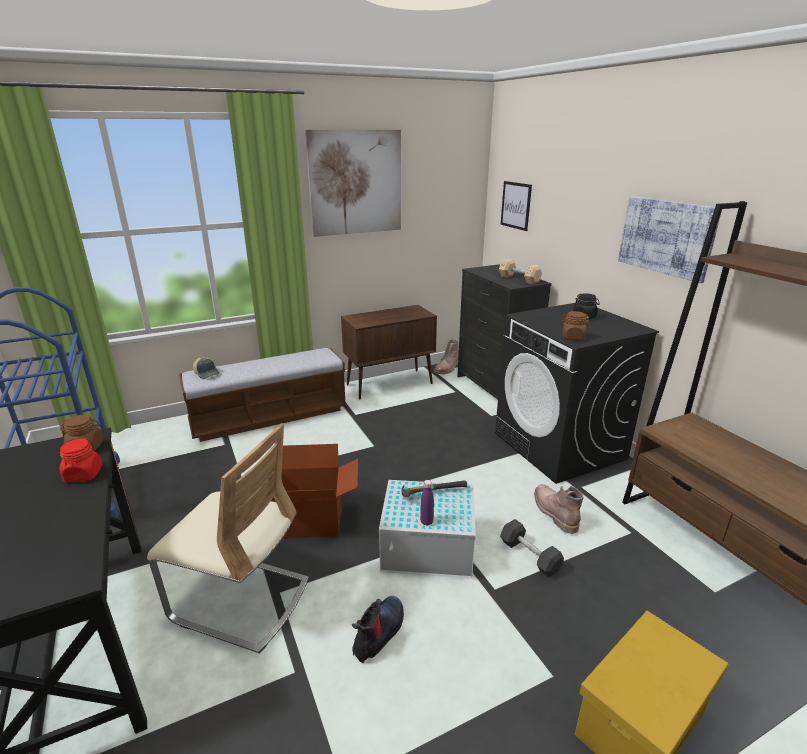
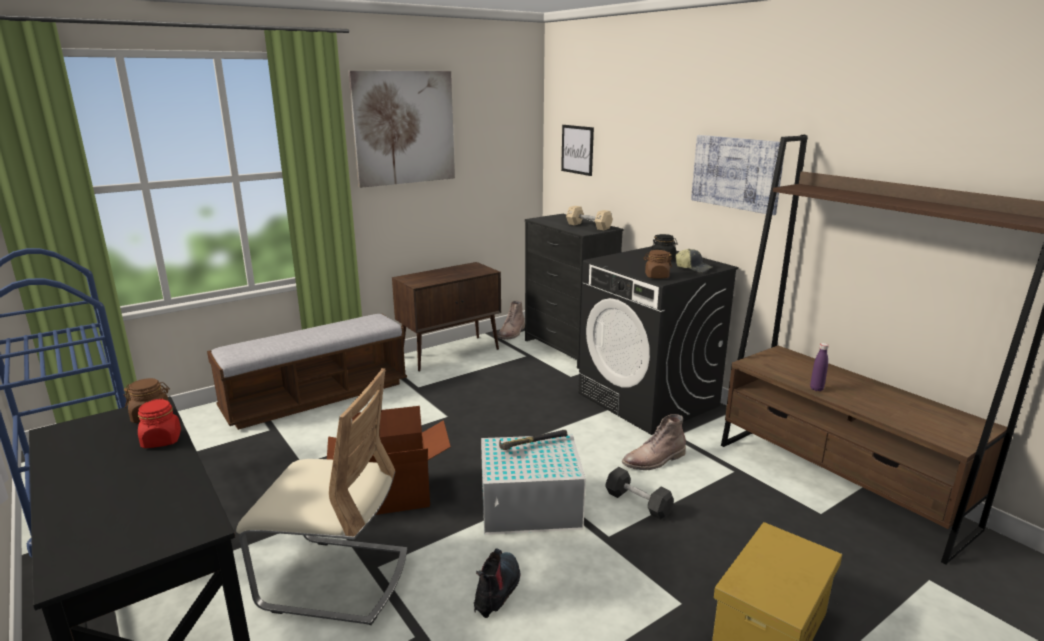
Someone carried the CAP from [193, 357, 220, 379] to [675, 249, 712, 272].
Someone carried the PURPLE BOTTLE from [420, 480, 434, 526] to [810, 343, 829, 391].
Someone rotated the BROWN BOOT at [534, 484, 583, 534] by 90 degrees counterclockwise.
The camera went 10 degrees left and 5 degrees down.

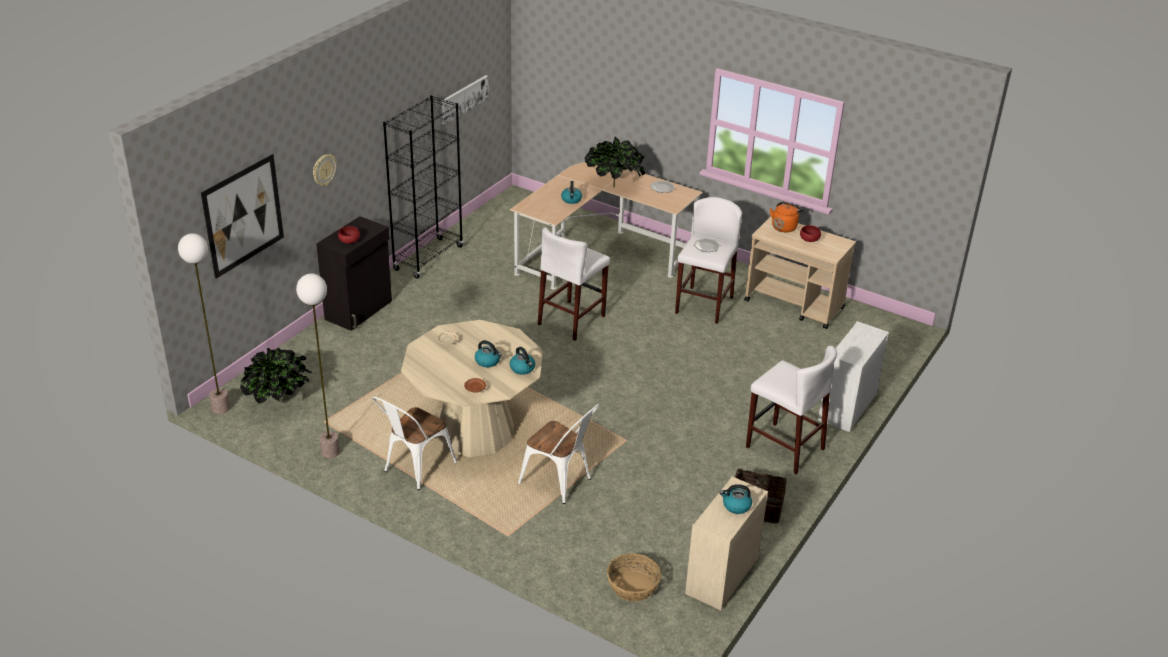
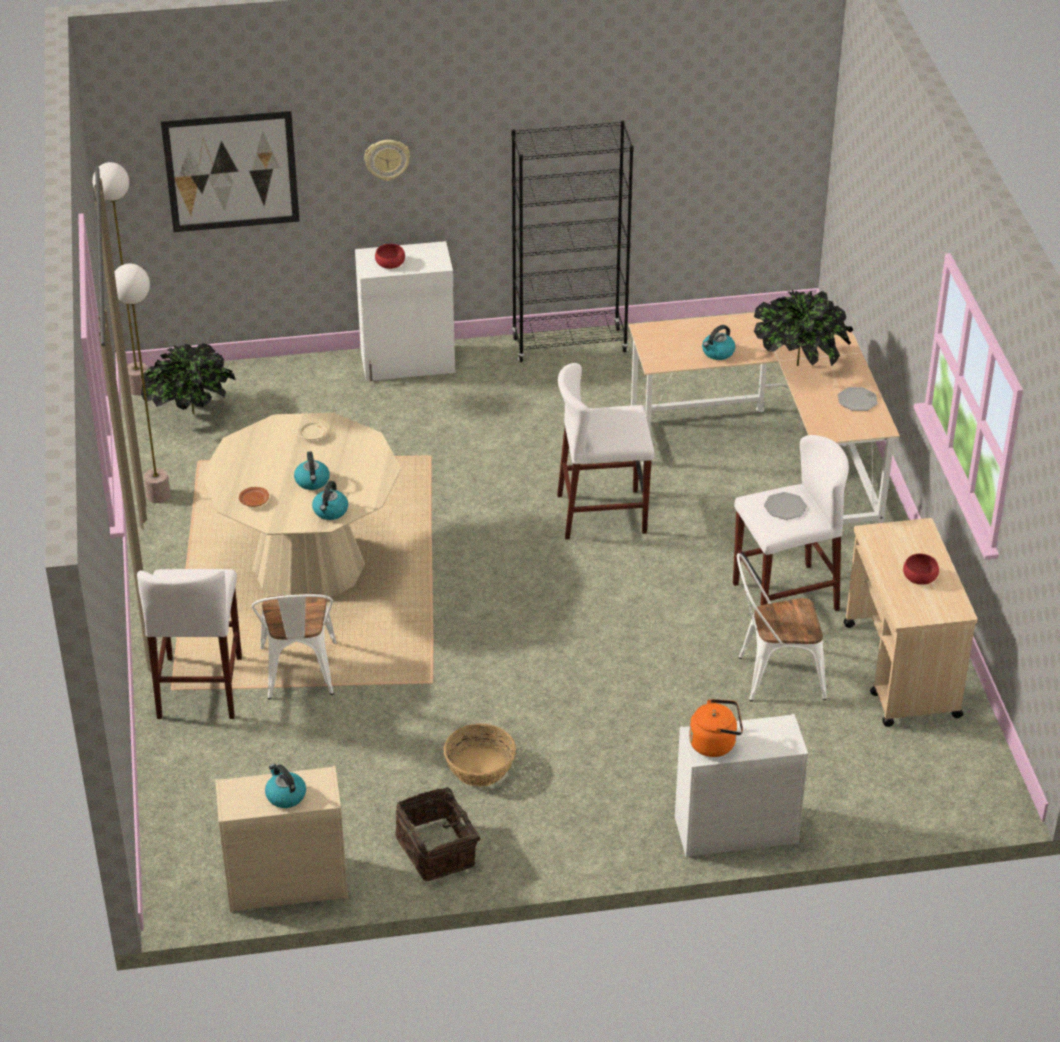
Someone took away the PICTURE at [441, 75, 489, 125].
Someone carried the WHITE CHAIR from [372, 396, 457, 490] to [737, 553, 827, 702].
Someone carried the BASKET from [607, 553, 661, 602] to [444, 723, 516, 787].
Someone carried the WHITE STOOL from [746, 346, 837, 474] to [137, 569, 242, 719].
Someone carried the ORANGE KETTLE from [770, 202, 804, 232] to [689, 699, 743, 757].
Someone repainted the BLACK CABINET at [316, 216, 392, 331], which became the WHITE CABINET at [355, 241, 455, 381].
The camera went 50 degrees right and 5 degrees up.

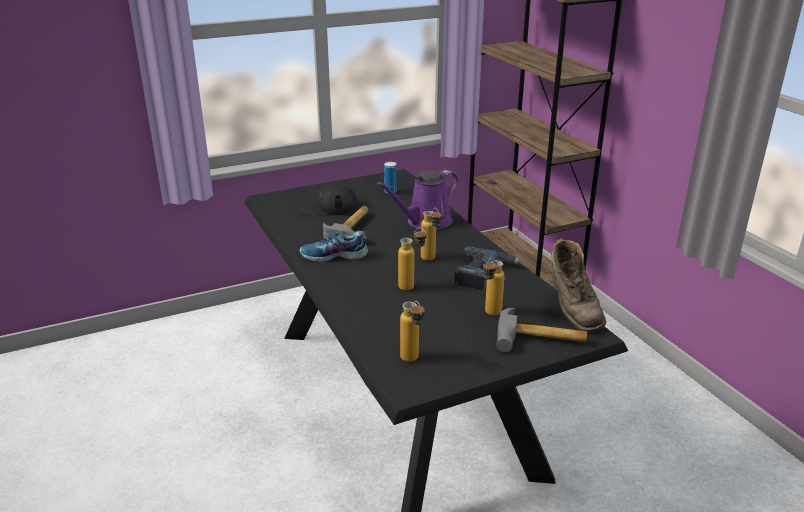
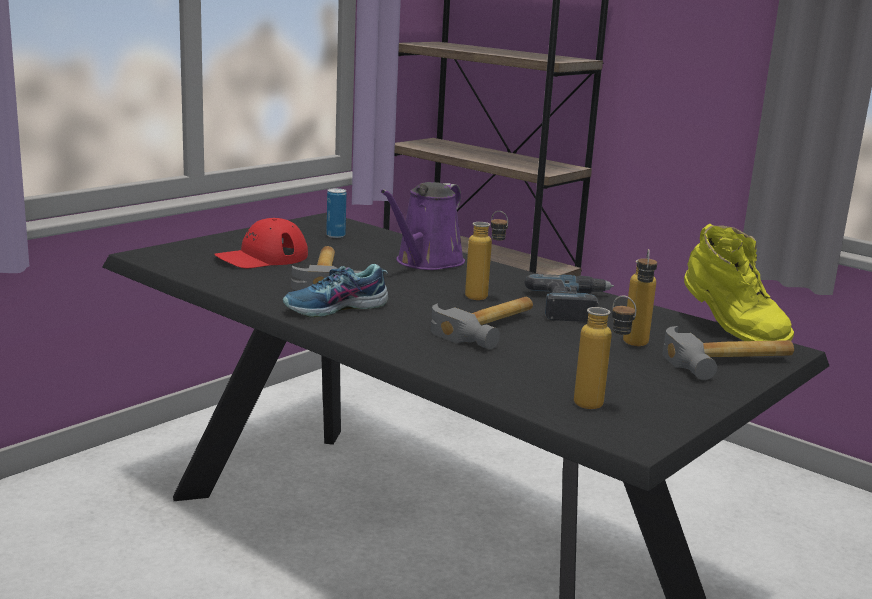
Someone swapped the BOTTLE at [398, 227, 427, 291] for the HAMMER at [431, 297, 533, 349].
Someone repainted the BLACK CAP at [299, 183, 358, 216], which became the RED CAP at [214, 218, 308, 268].
Someone repainted the BROWN BOOT at [552, 238, 606, 332], which became the YELLOW BOOT at [684, 224, 794, 341].
The camera went 25 degrees left and 10 degrees down.

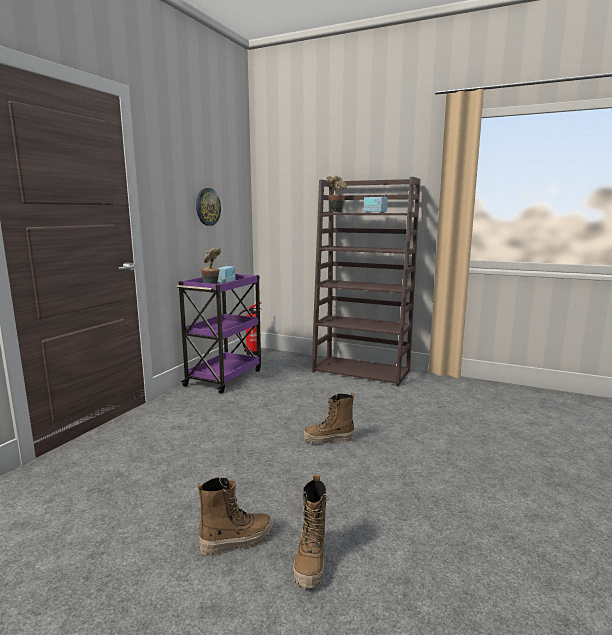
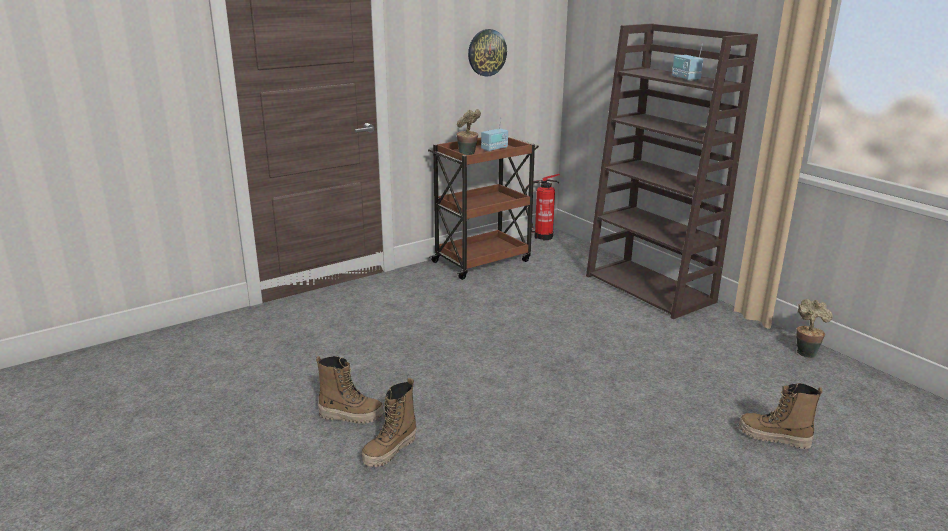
Someone carried the BOOT from [304, 392, 354, 444] to [739, 383, 823, 449].
Someone carried the POTTED PLANT from [326, 175, 347, 213] to [796, 299, 833, 358].
Someone repainted the PURPLE CART at [176, 274, 261, 394], which became the BROWN CART at [428, 136, 539, 280].
The camera went 30 degrees right and 10 degrees up.

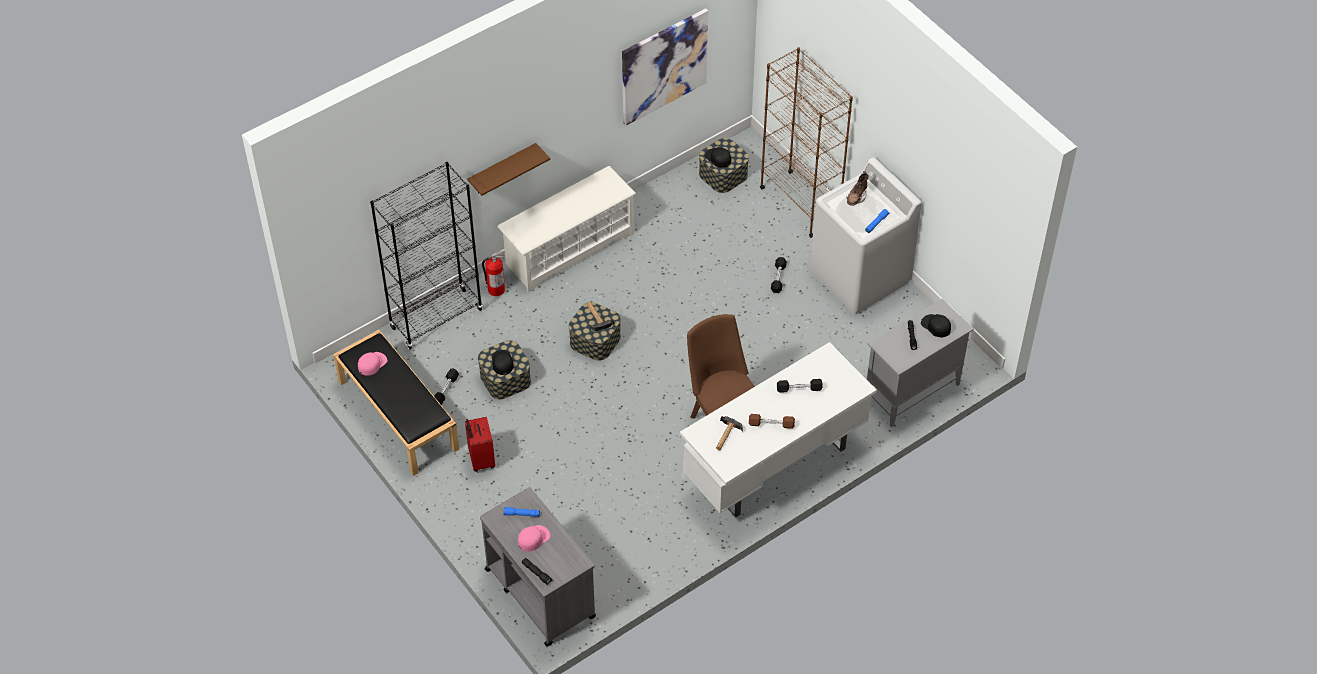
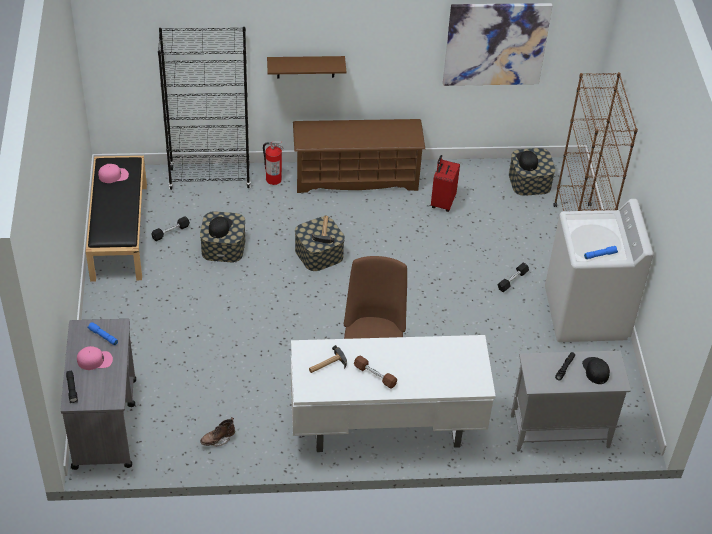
Someone took away the BLACK DUMBBELL at [777, 379, 823, 393].
Someone carried the RED SUITCASE from [465, 417, 495, 472] to [431, 155, 460, 212].
Someone carried the BROWN BOOT from [847, 171, 869, 206] to [200, 417, 235, 447].
Someone repainted the WHITE SHOE RACK at [497, 166, 636, 292], which became the BROWN SHOE RACK at [293, 119, 425, 193].
The camera went 30 degrees right and 5 degrees down.

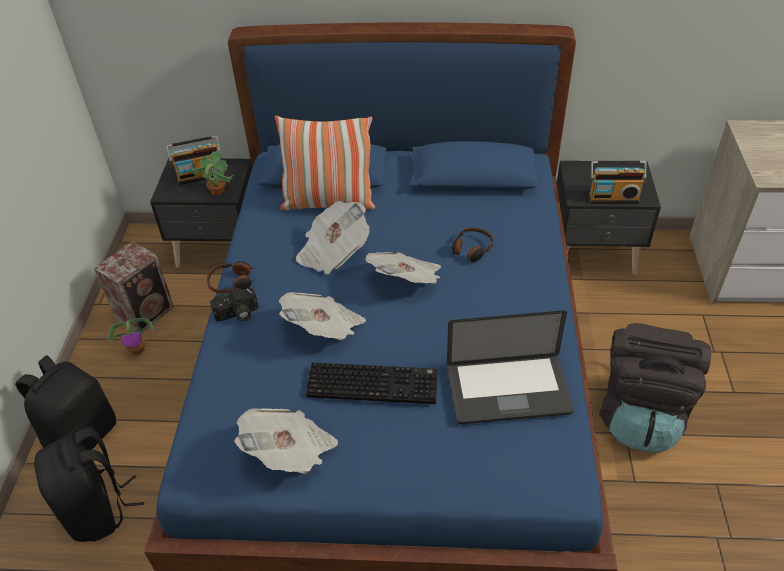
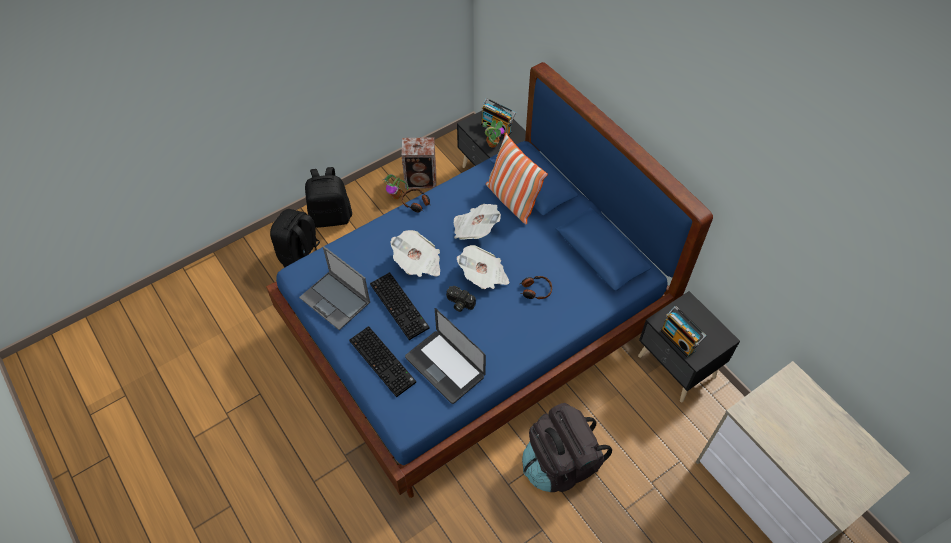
Someone put down the KEYBOARD at [349, 326, 416, 397].
Someone carried the PHOTO CAMERA from [210, 288, 259, 321] to [446, 286, 476, 312].
Someone swapped the NEWSPAPER at [234, 408, 338, 473] for the LAPTOP at [299, 246, 370, 330].
The camera went 50 degrees right and 10 degrees up.

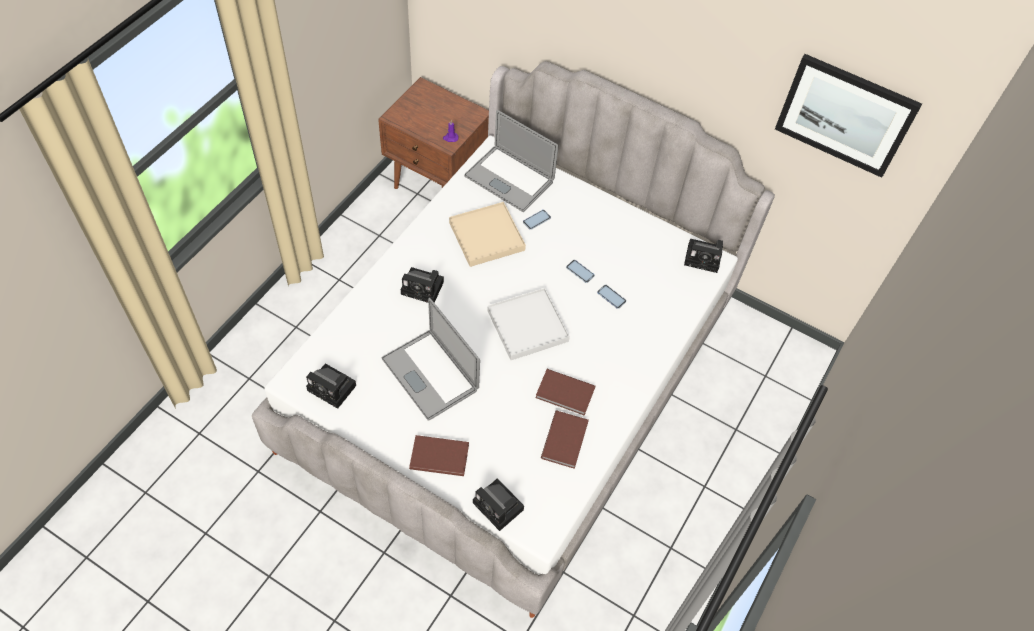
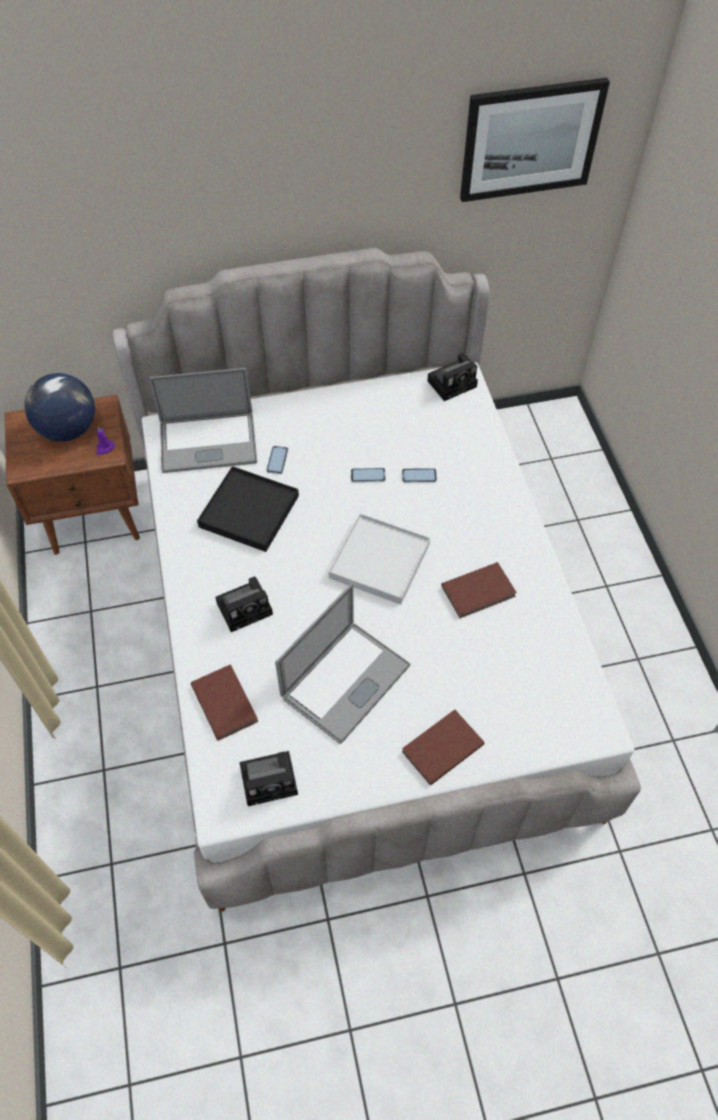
Someone took away the PHOTO CAMERA at [473, 479, 524, 531].
Someone put down the GLOBE at [25, 373, 95, 441].
Someone carried the BROWN BOOK from [541, 411, 589, 469] to [191, 664, 258, 741].
Someone repainted the BEIGE TRAY at [449, 202, 526, 267], which became the BLACK TRAY at [197, 466, 299, 552].
Someone rotated the LAPTOP at [382, 298, 480, 421] by 60 degrees counterclockwise.
The camera went 40 degrees left and 0 degrees up.

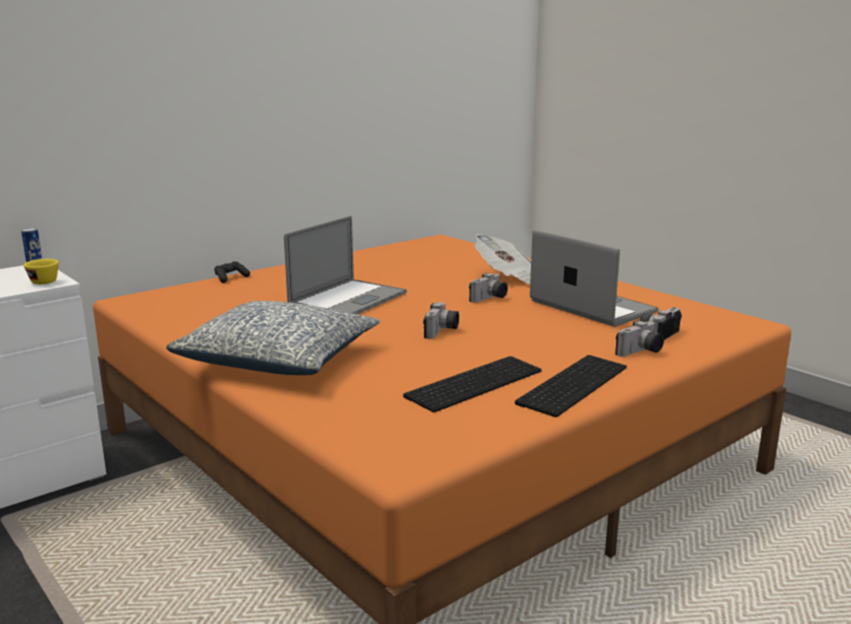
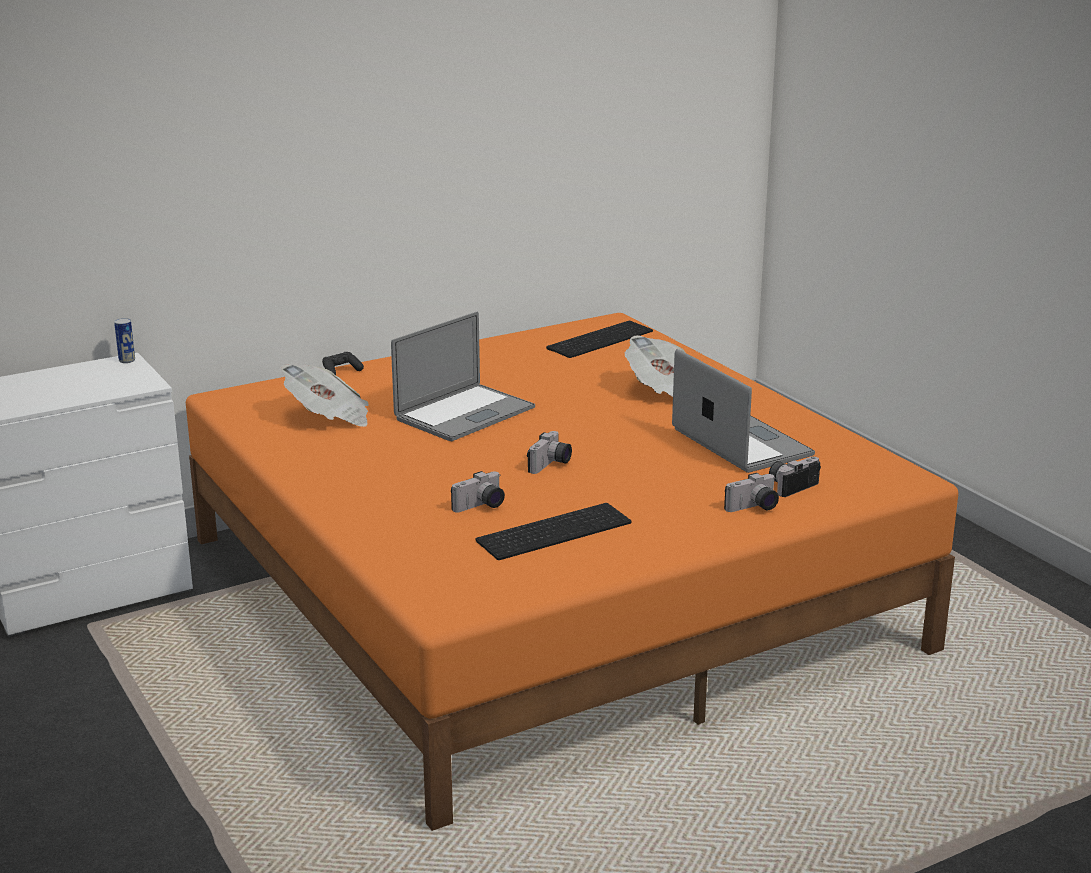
Someone took away the YELLOW CUP at [24, 259, 59, 284].
Someone took away the PILLOW at [166, 301, 380, 375].
Someone put down the NEWSPAPER at [282, 364, 369, 427].
Someone carried the PHOTO CAMERA from [469, 273, 508, 303] to [451, 471, 505, 513].
Someone carried the KEYBOARD from [515, 355, 627, 417] to [546, 321, 653, 358].
The camera went 10 degrees right and 5 degrees up.

